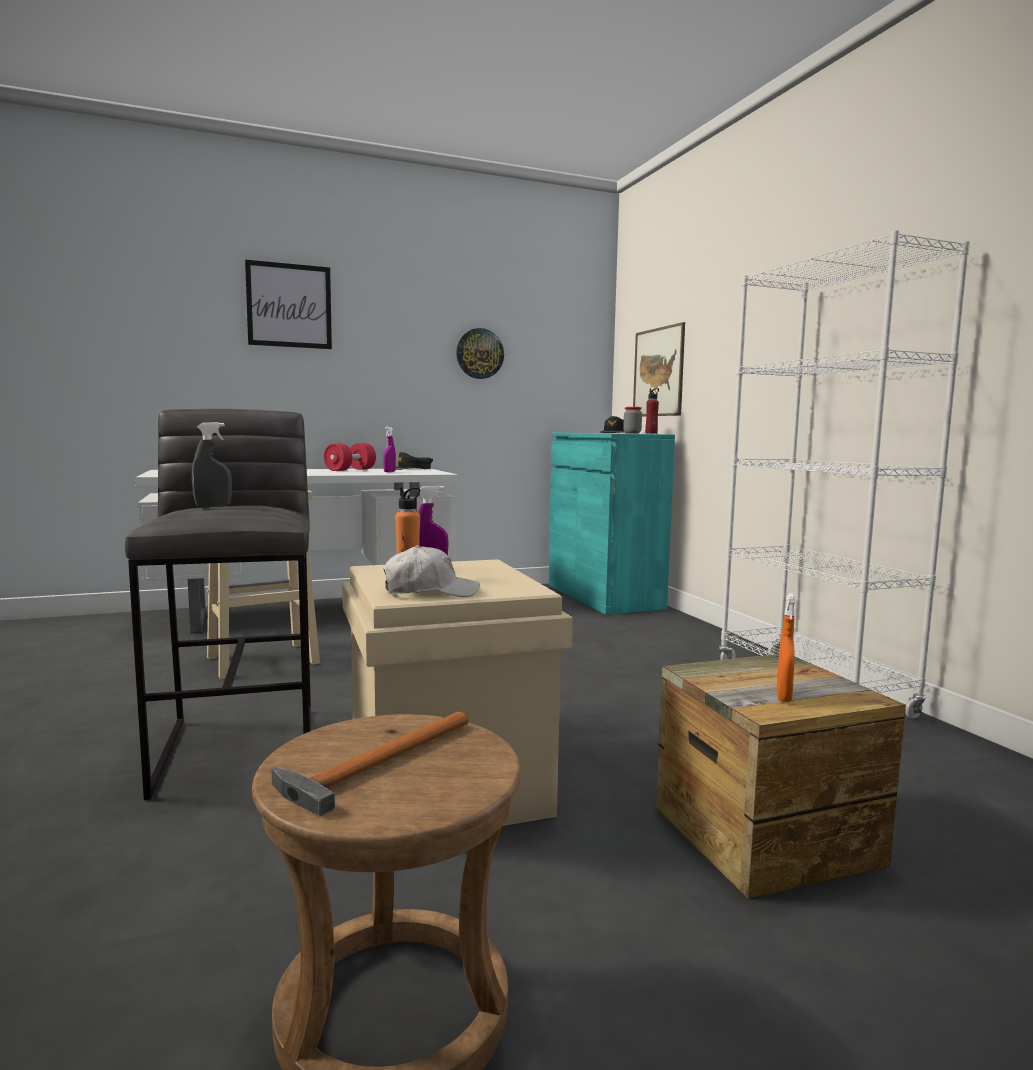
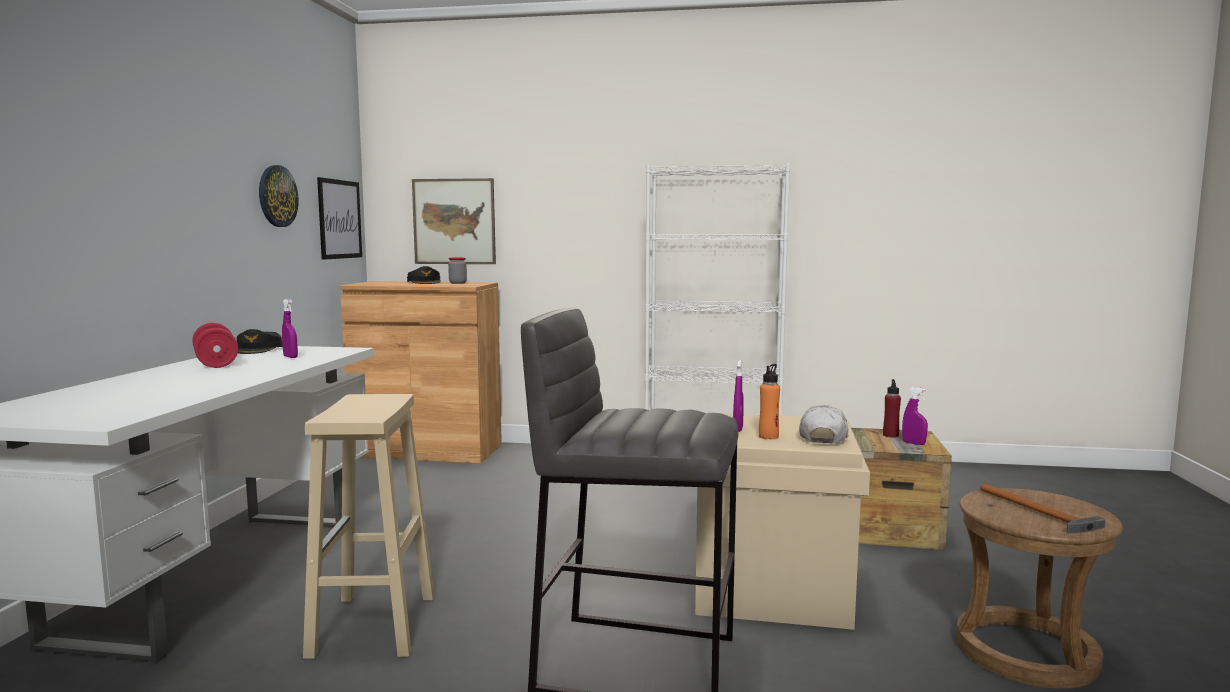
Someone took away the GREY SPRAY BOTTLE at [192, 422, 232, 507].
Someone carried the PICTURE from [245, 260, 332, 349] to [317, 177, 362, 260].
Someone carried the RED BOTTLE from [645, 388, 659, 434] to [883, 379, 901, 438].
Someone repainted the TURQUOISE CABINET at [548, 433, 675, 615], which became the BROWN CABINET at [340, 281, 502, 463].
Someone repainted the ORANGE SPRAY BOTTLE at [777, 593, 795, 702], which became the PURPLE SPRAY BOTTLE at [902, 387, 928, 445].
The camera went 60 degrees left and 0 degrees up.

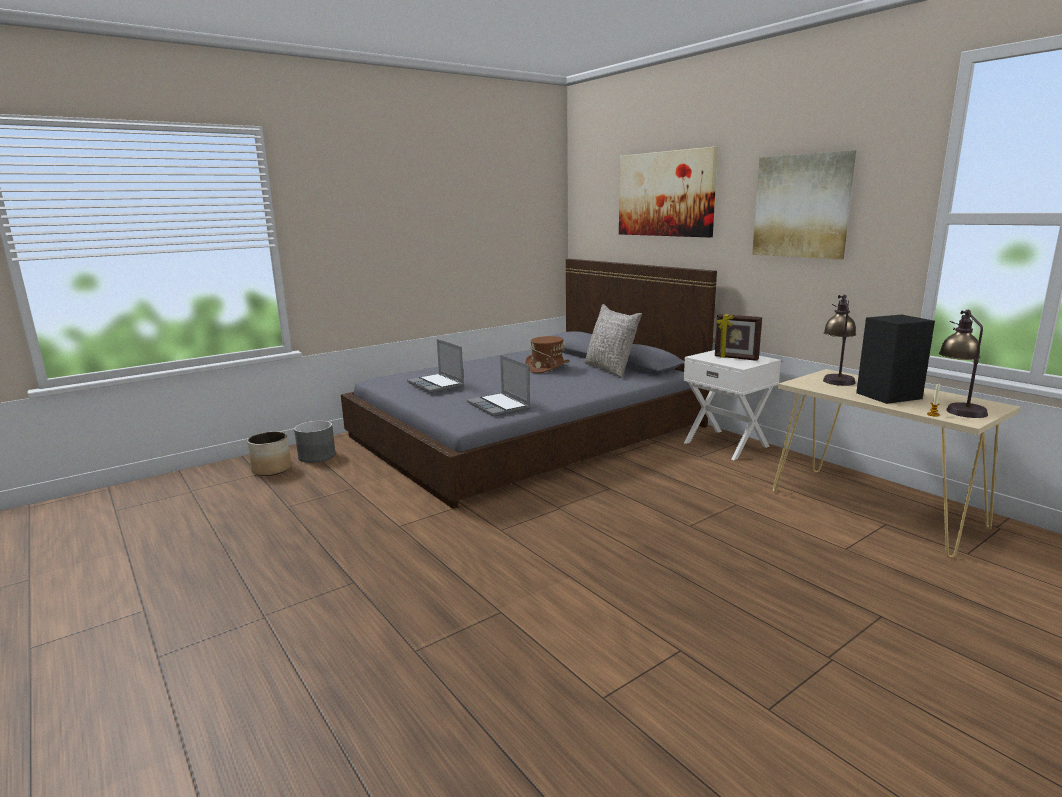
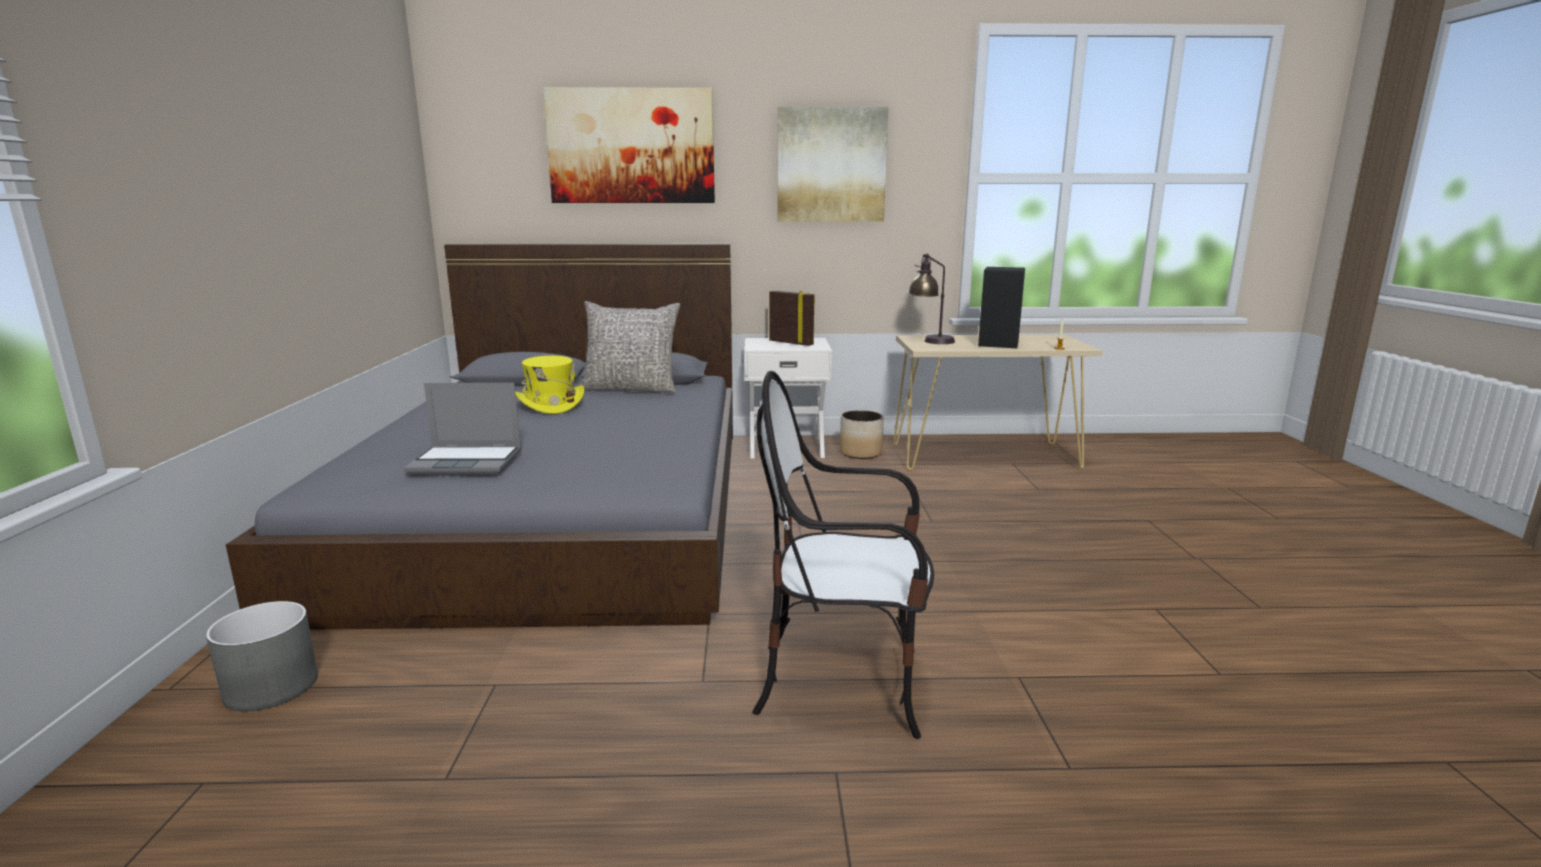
Someone took away the LAPTOP at [467, 355, 531, 417].
Someone took away the TABLE LAMP at [939, 310, 988, 418].
Someone put down the CHAIR at [752, 371, 934, 739].
Someone carried the PLANTER from [247, 431, 291, 476] to [840, 410, 884, 459].
Someone repainted the BROWN HAT at [525, 336, 569, 373], which became the YELLOW HAT at [515, 356, 584, 414].
Someone rotated the PICTURE FRAME at [715, 314, 762, 361] by 120 degrees counterclockwise.
The camera went 55 degrees left and 0 degrees up.

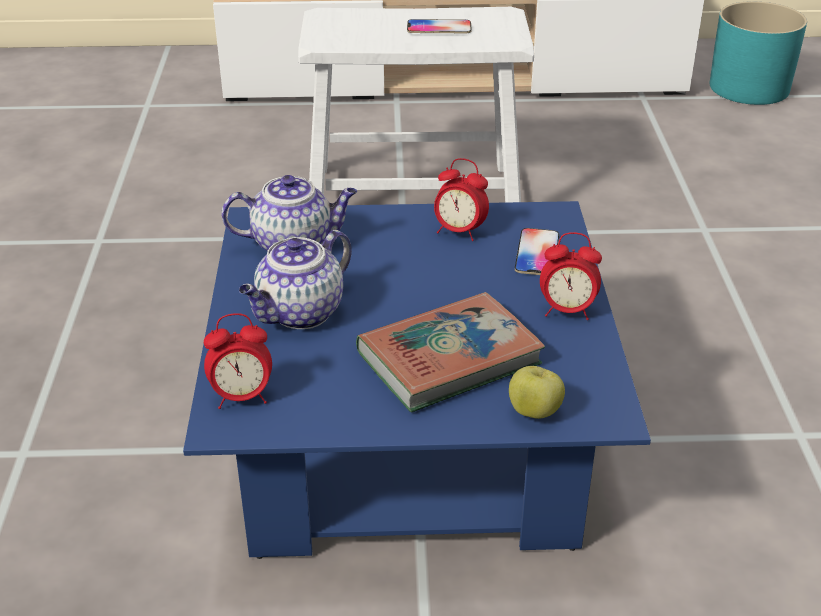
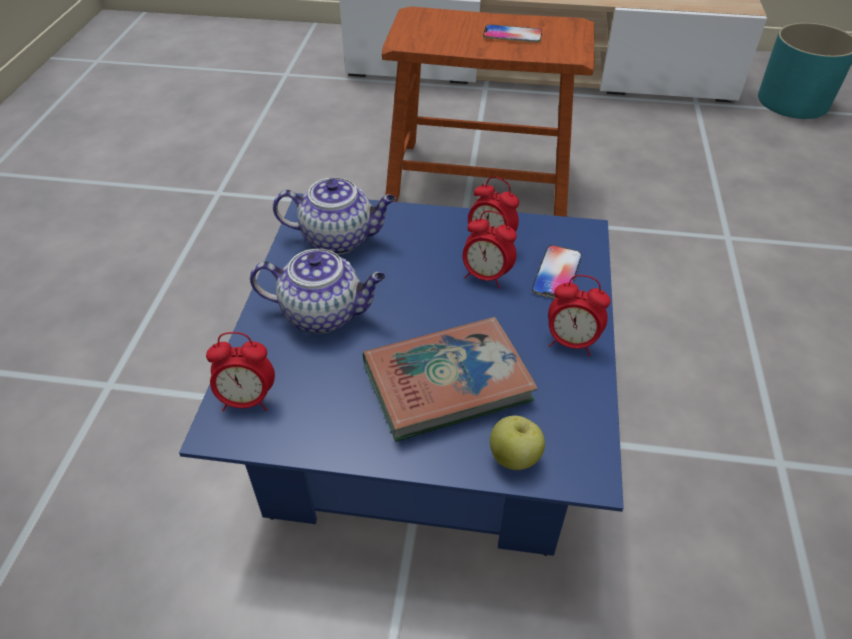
Someone put down the ALARM CLOCK at [462, 211, 517, 289].
Someone repainted the WHITE STOOL at [298, 7, 534, 203], which became the BROWN STOOL at [382, 6, 594, 217].
Someone rotated the TEAPOT at [239, 230, 352, 329] by 135 degrees counterclockwise.
The camera went 10 degrees right and 10 degrees up.

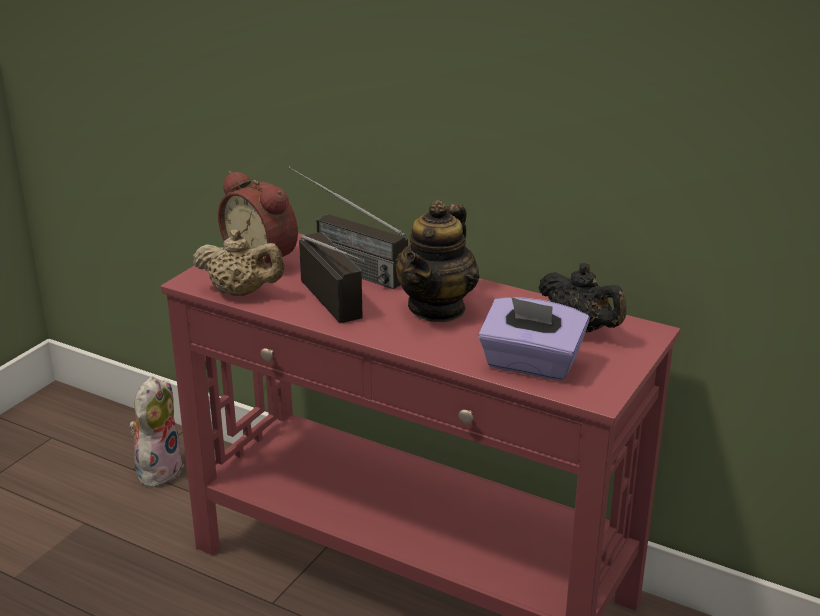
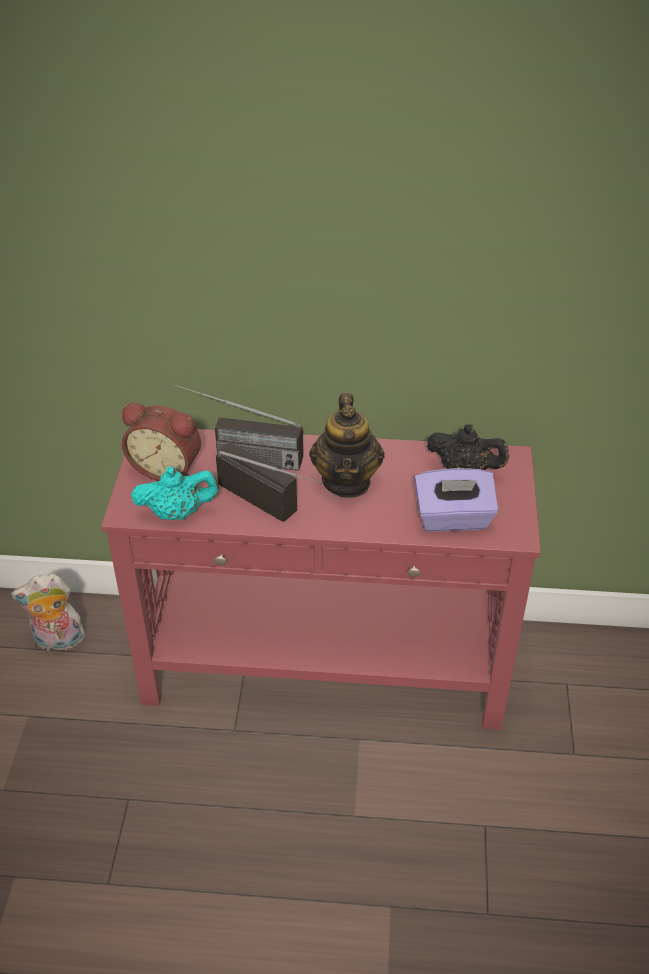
Someone repainted the BEIGE TEAPOT at [193, 229, 284, 296], which became the TURQUOISE TEAPOT at [131, 466, 219, 520].
Someone rotated the PLUSH TOY at [129, 376, 184, 488] by 90 degrees counterclockwise.
The camera went 25 degrees left and 15 degrees up.

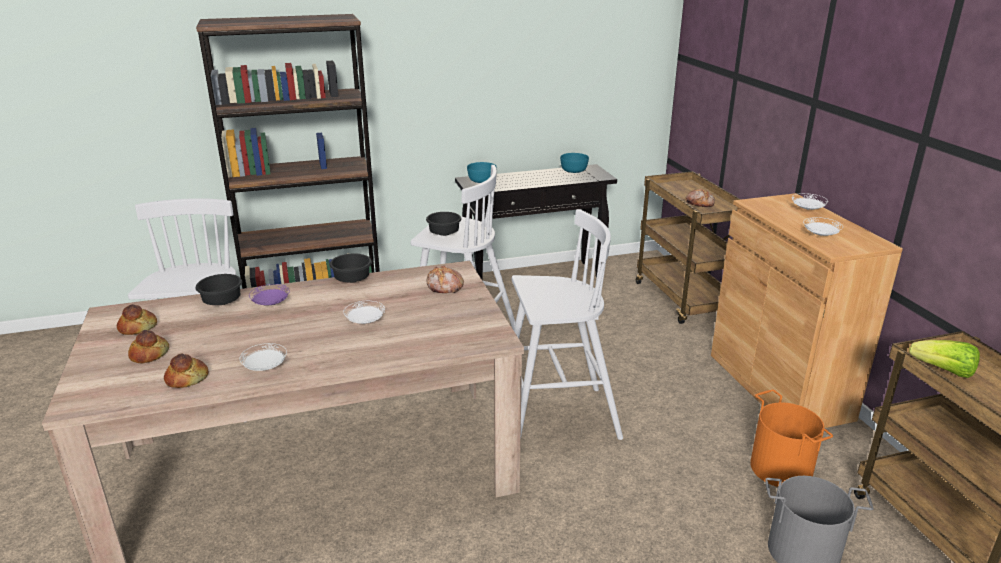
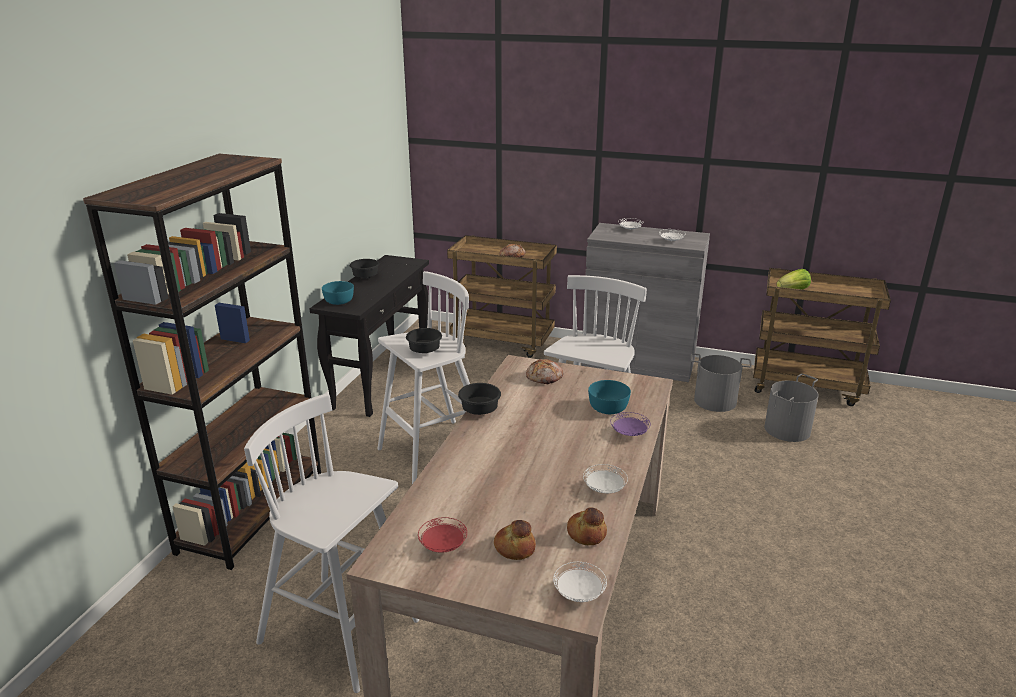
Someone carried the BLACK BOWL from [196, 274, 242, 305] to [350, 259, 379, 279].
Someone carried the PURPLE PLATE from [249, 284, 290, 306] to [610, 412, 651, 436].
Someone carried the WHITE PLATE from [344, 301, 385, 324] to [553, 562, 607, 602].
Someone carried the TURQUOISE BOWL from [560, 153, 589, 173] to [588, 380, 631, 414].
Someone swapped the BREAD at [117, 304, 157, 335] for the RED PLATE at [418, 517, 467, 553].
Someone repainted the BROWN CABINET at [711, 193, 903, 428], which became the GREY CABINET at [581, 223, 710, 382].
Someone repainted the ORANGE BUCKET at [750, 390, 833, 487], which became the GREY BUCKET at [690, 353, 752, 412].
The camera went 55 degrees left and 0 degrees up.

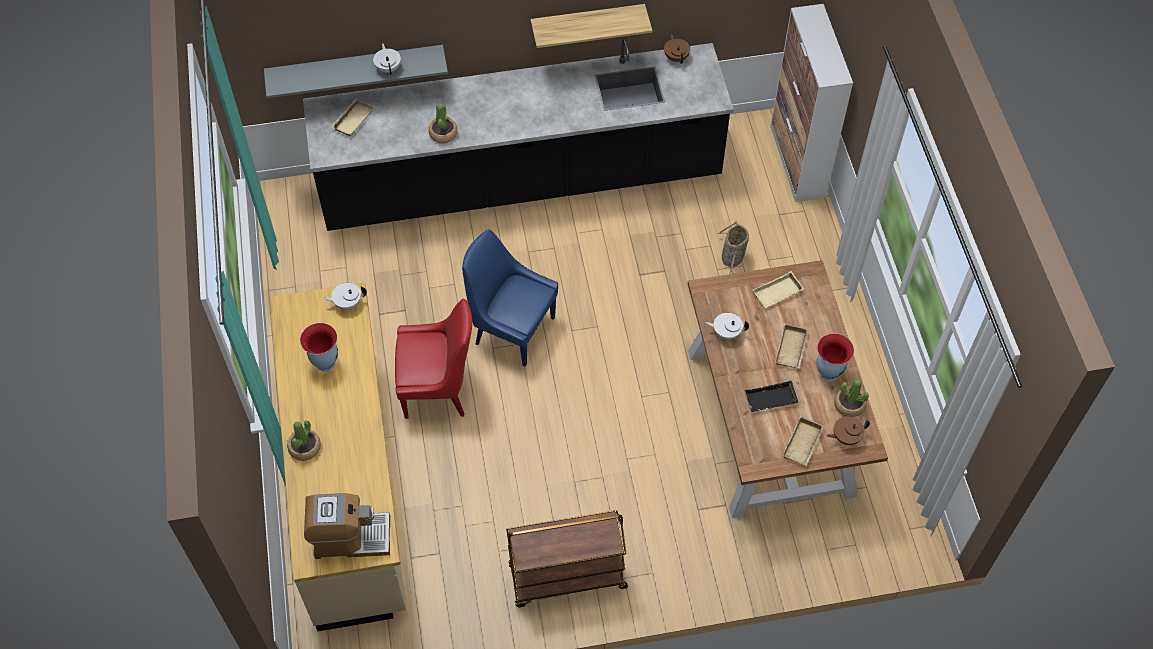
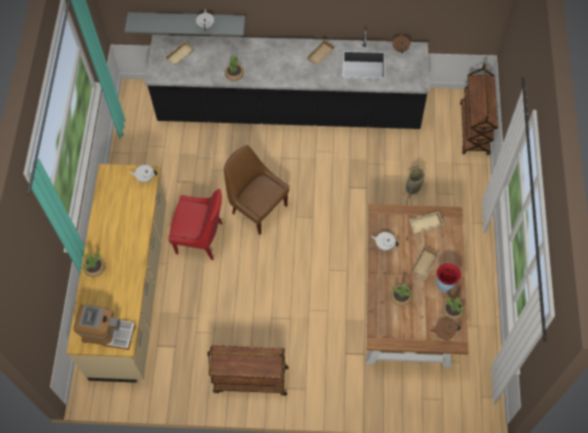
Someone took away the VASE at [300, 323, 338, 372].
Someone took away the SHELF at [531, 4, 652, 48].
Someone carried the BEIGE TRAY from [782, 416, 824, 466] to [307, 40, 335, 65].
Someone swapped the BLACK TRAY at [745, 381, 798, 412] for the POTTED PLANT at [391, 283, 413, 306].
Someone swapped the CABINET at [770, 4, 853, 202] for the BROWN CART at [460, 62, 498, 155].
Someone repainted the BLUE CHAIR at [462, 230, 558, 366], which became the BROWN CHAIR at [224, 145, 289, 235].
The camera went 15 degrees right and 5 degrees up.

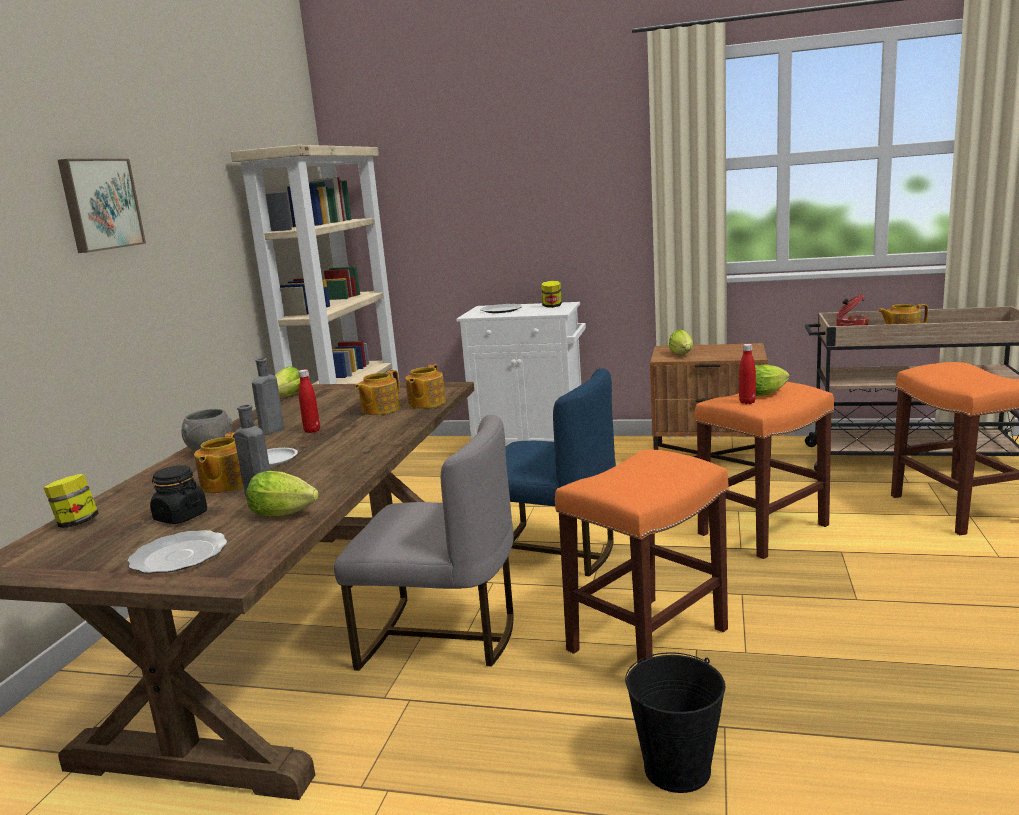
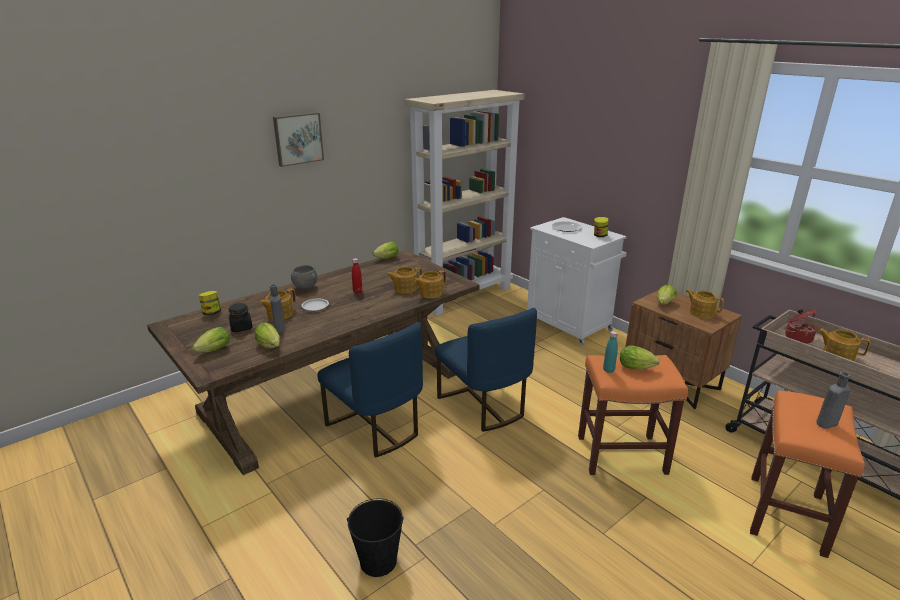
Someone took away the ORANGE STOOL at [555, 449, 728, 664].
Someone put down the TEAPOT at [686, 289, 724, 319].
Someone carried the GREY BOTTLE from [252, 358, 284, 435] to [816, 372, 850, 429].
Someone swapped the PLATE at [128, 530, 227, 573] for the LETTUCE at [192, 327, 230, 353].
Someone repainted the GREY CHAIR at [334, 415, 514, 671], which became the BLUE CHAIR at [317, 322, 423, 457].
Someone repainted the RED BOTTLE at [739, 344, 756, 404], which became the TURQUOISE BOTTLE at [603, 331, 618, 373].
The camera went 35 degrees right and 10 degrees up.

